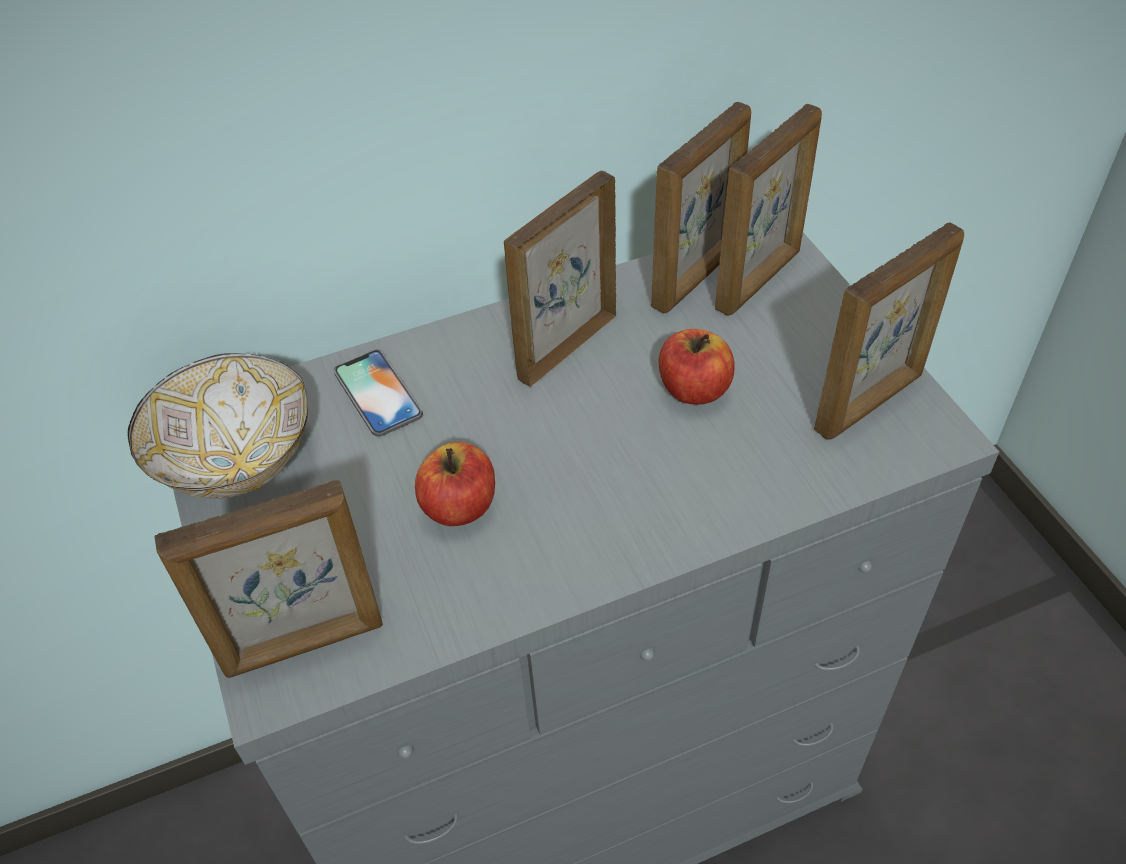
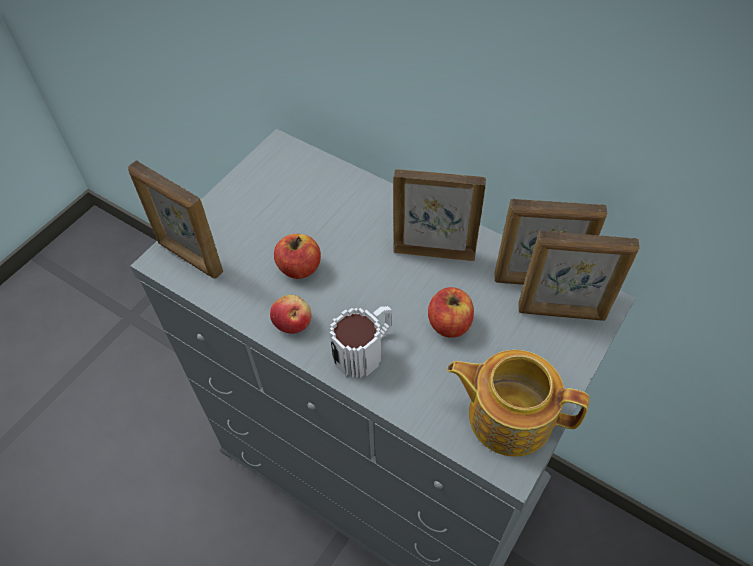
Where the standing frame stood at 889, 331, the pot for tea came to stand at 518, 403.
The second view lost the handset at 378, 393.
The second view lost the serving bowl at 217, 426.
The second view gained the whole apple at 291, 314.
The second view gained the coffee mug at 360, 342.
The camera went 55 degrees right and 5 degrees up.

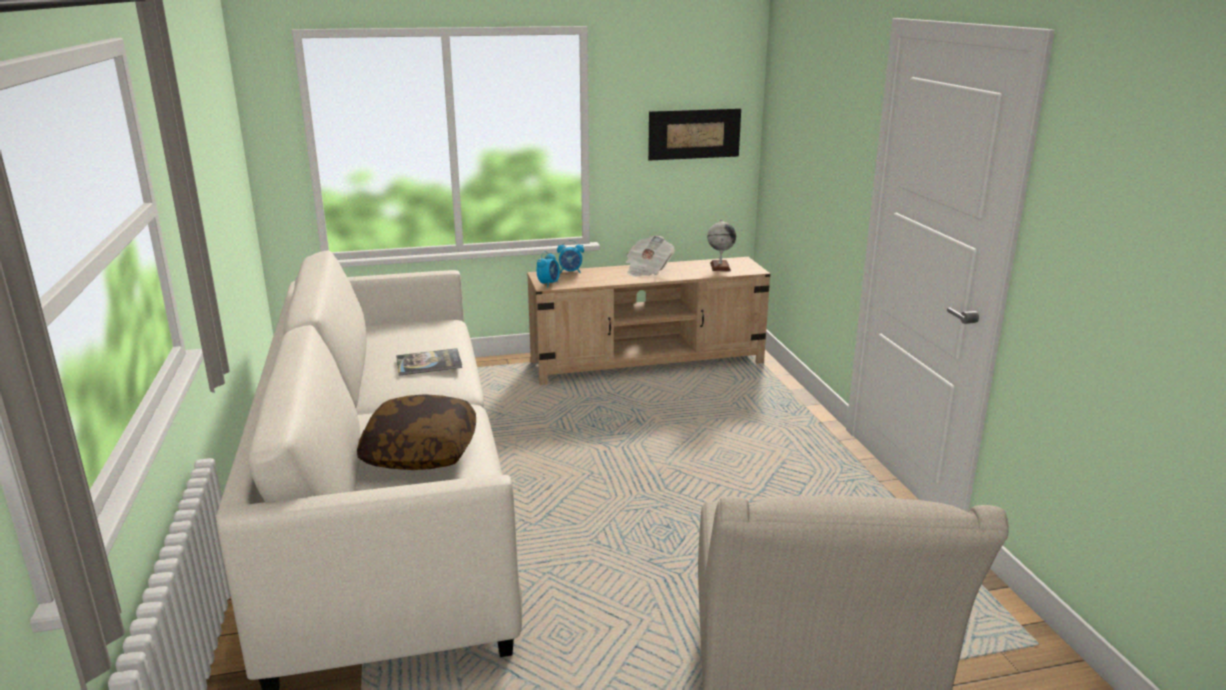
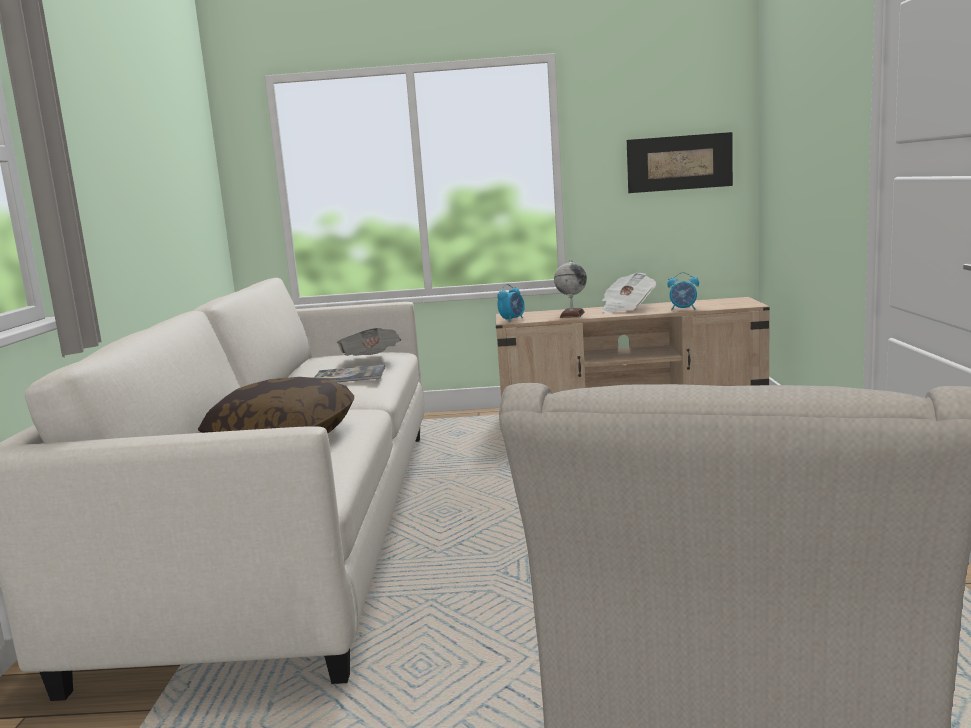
The globe ended up elsewhere, having gone from 721, 245 to 570, 289.
The table clock ended up elsewhere, having gone from 570, 257 to 683, 291.
The second view gained the newspaper at 369, 342.
The camera went 15 degrees right and 10 degrees down.

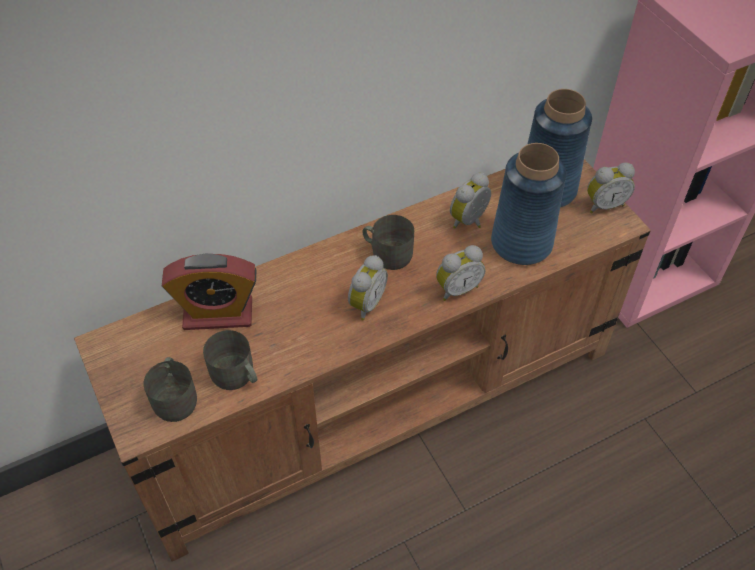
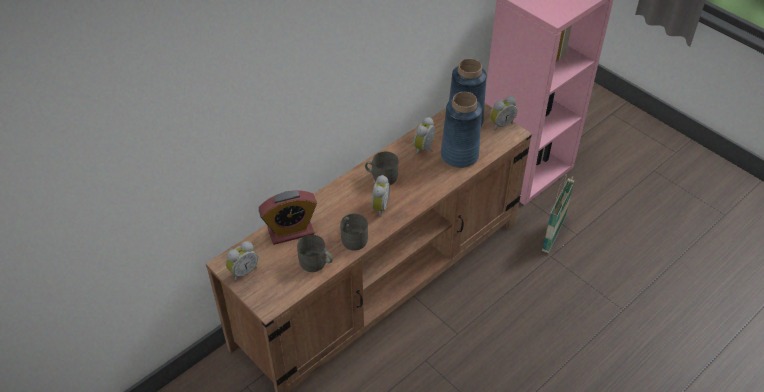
The table clock ended up elsewhere, having gone from 460, 273 to 242, 261.
The coffee mug (gray) ended up elsewhere, having gone from 170, 389 to 354, 232.
The second view gained the basket at 558, 213.
The camera went 15 degrees left and 5 degrees down.

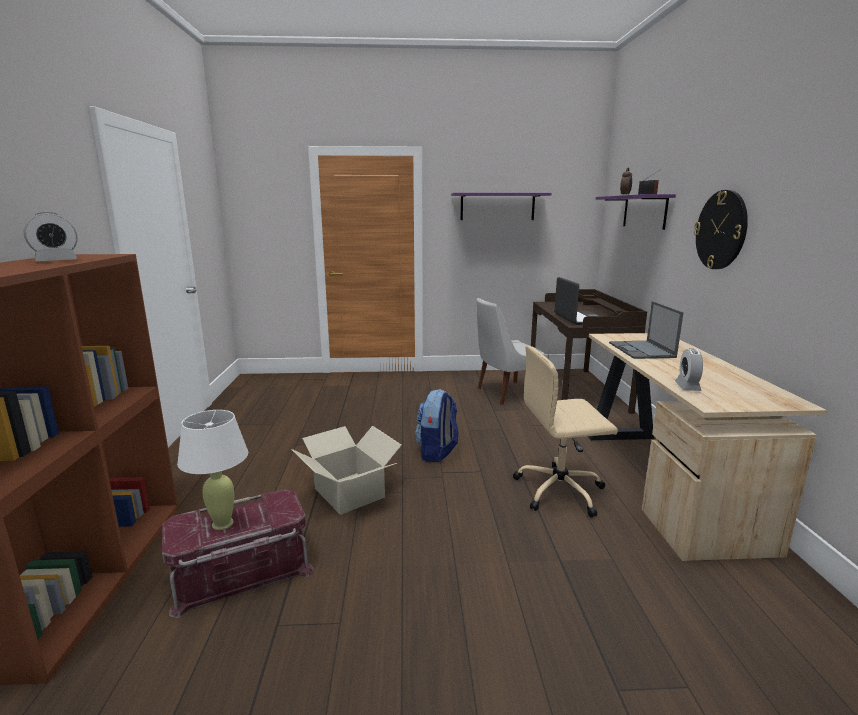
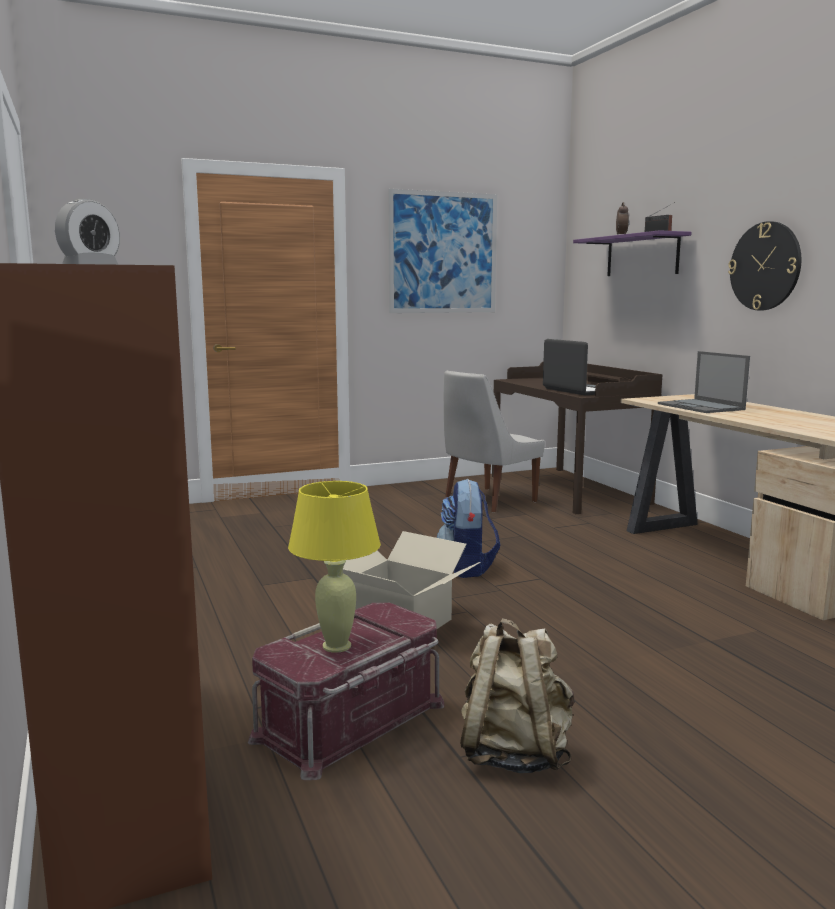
Where the bracket shelf (purple-coloured) hung at 501, 206, the wall art came to hang at 442, 251.
The second view lost the office chair (beige) at 565, 432.
The second view lost the table clock at 689, 369.
What was the tabletop lamp (whitish) at 212, 470 turned into the tabletop lamp (yellow) at 334, 567.
The second view gained the backpack (beige) at 517, 695.
The camera went 20 degrees left and 5 degrees down.

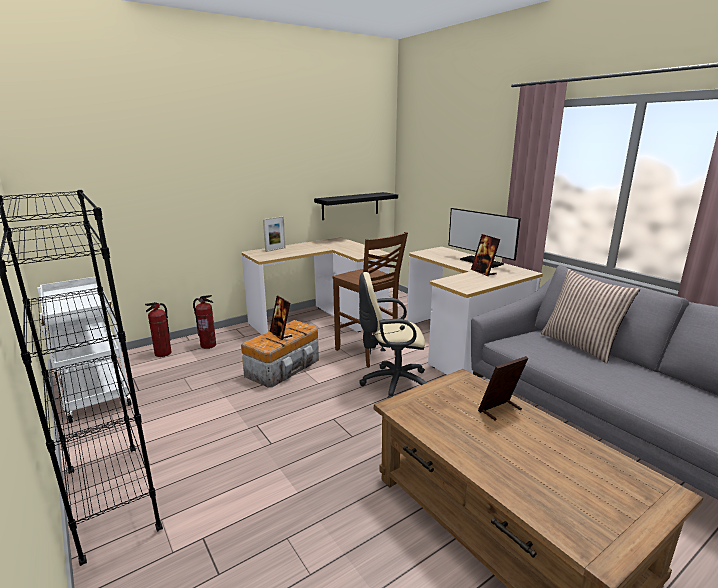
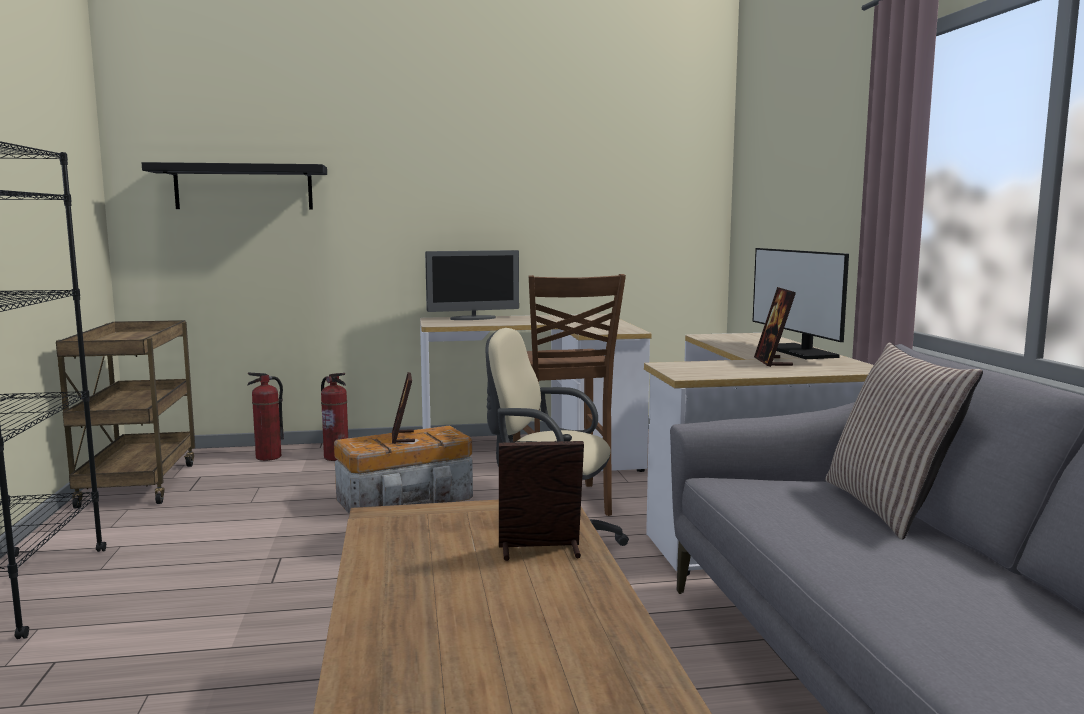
The bracket shelf (black) ended up elsewhere, having gone from 356, 206 to 234, 185.
Where the standing frame stood at 274, 234, the computer display came to stand at 472, 285.
What was the cart (whitish) at 84, 350 turned into the cart (brownish) at 125, 414.
The camera went 25 degrees right and 10 degrees down.

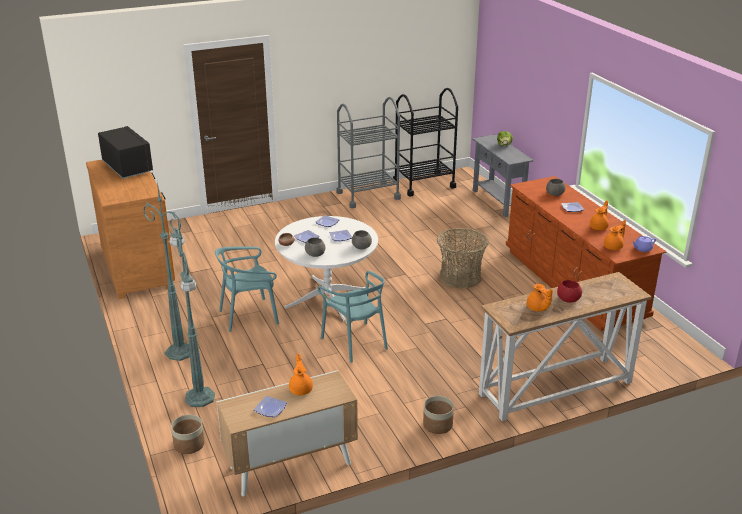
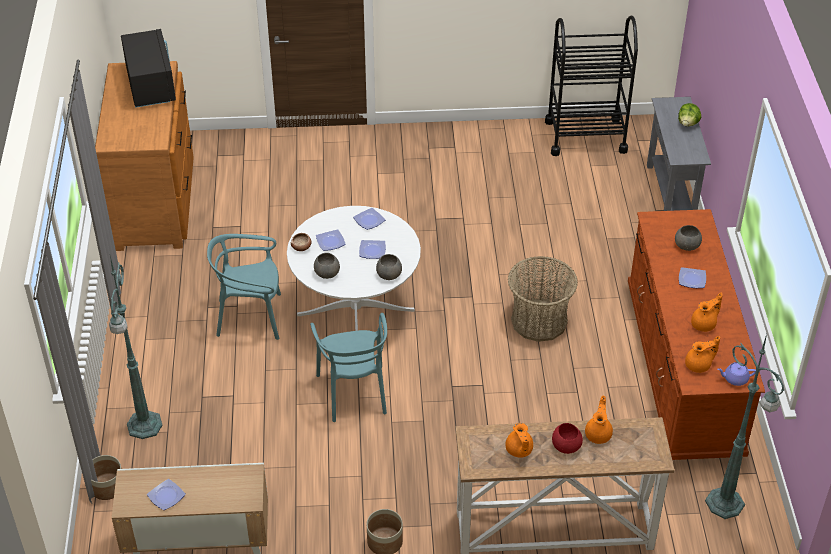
The second view lost the cart (gray) at 368, 152.
The standard lamp (green-coloured) ended up elsewhere, having gone from 166, 271 to 744, 426.
The pot for tea (orange) ended up elsewhere, having gone from 301, 374 to 599, 420.
The camera went 20 degrees right and 15 degrees up.

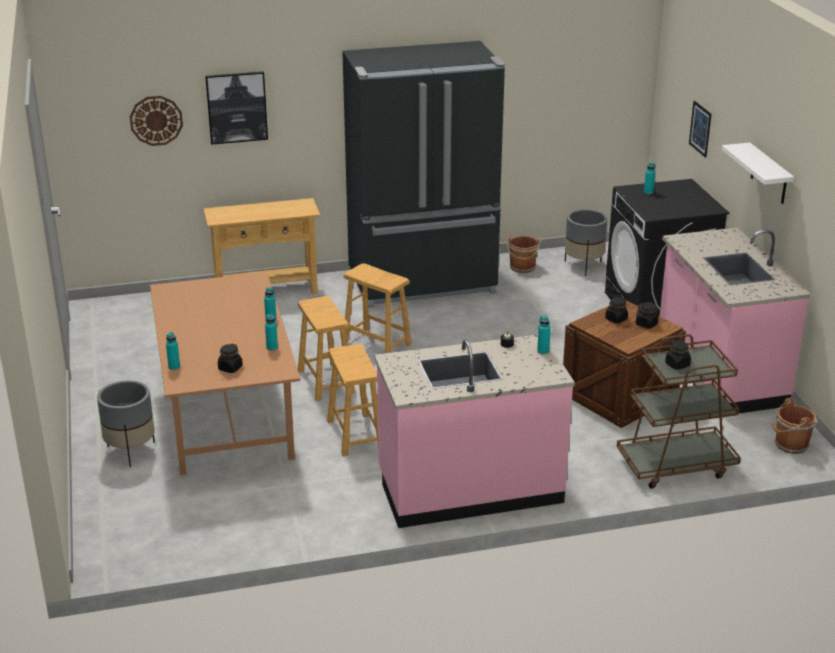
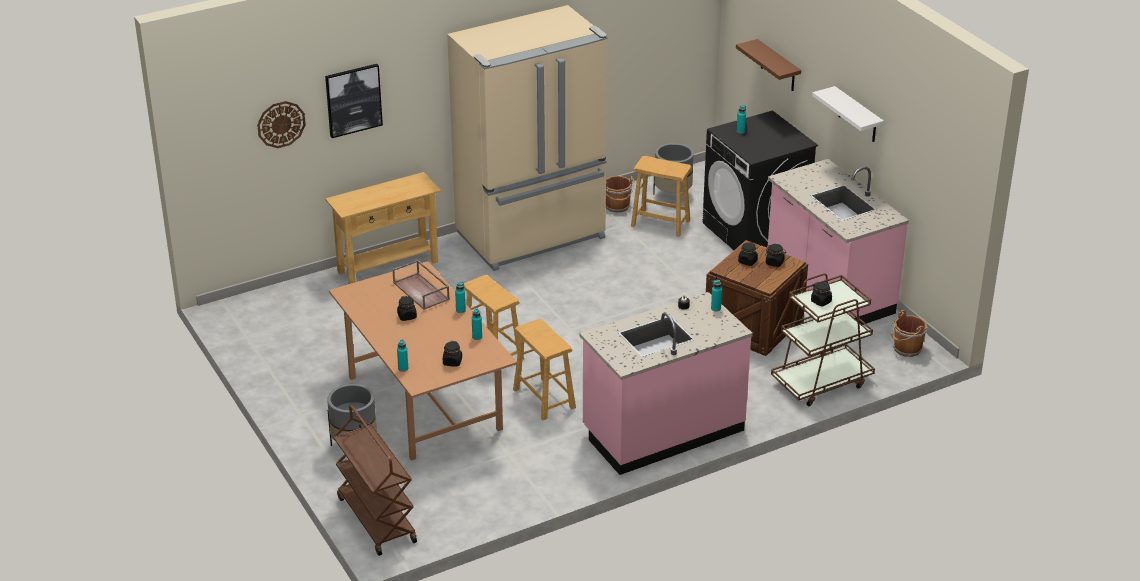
What was the fridge (black) at 423, 174 turned into the fridge (beige) at 527, 138.
Where the wall art hung at 700, 129, the bracket shelf (brownish) came to hang at 768, 65.
The sitting stool (brownish) ended up elsewhere, having gone from 377, 308 to 661, 196.
The second view gained the carrying tray (brownish) at 421, 285.
The second view gained the storage jar (black) at 407, 308.
The second view gained the cart (brownish) at 375, 480.
The camera went 15 degrees left and 5 degrees up.

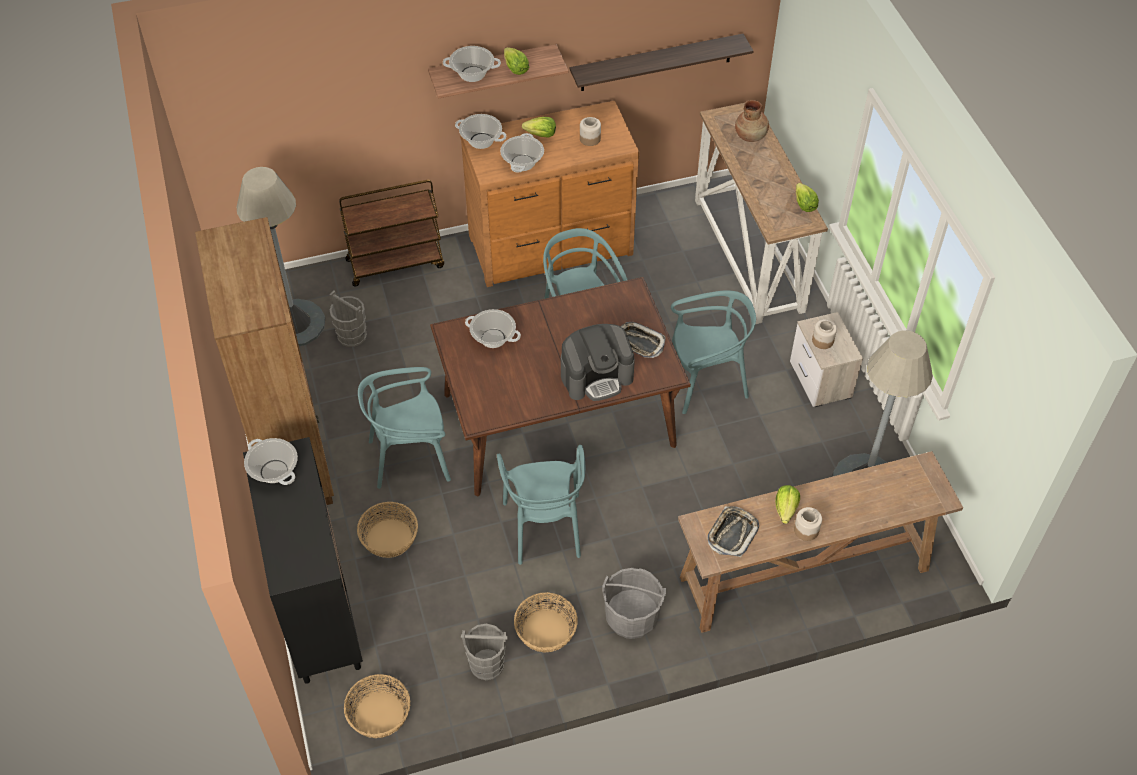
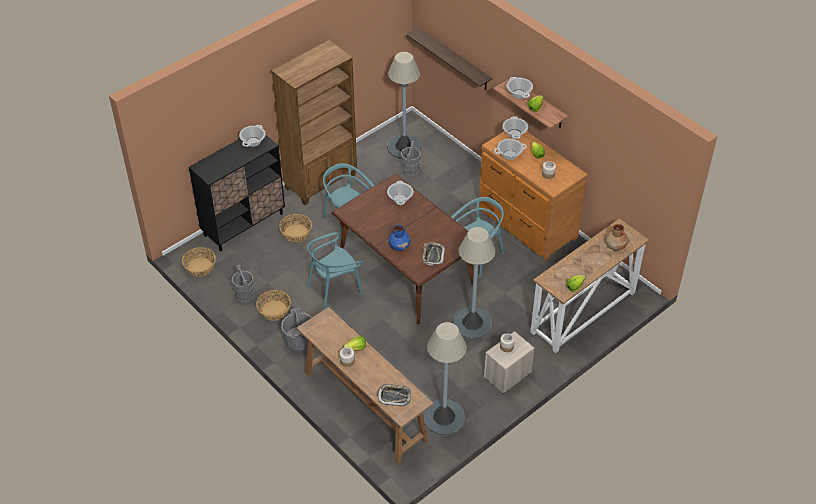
The bracket shelf ended up elsewhere, having gone from 662, 62 to 449, 59.
The second view lost the cart (brownish) at 391, 233.
Where the plain chair (turquoise) stood at 713, 352, the standard lamp (gray) came to stand at 474, 283.
Where the coffee maker stood at 598, 362, the decorative vase (bluish) came to stand at 400, 238.
The carrying tray ended up elsewhere, having gone from 733, 531 to 394, 395.
The camera went 65 degrees right and 5 degrees down.

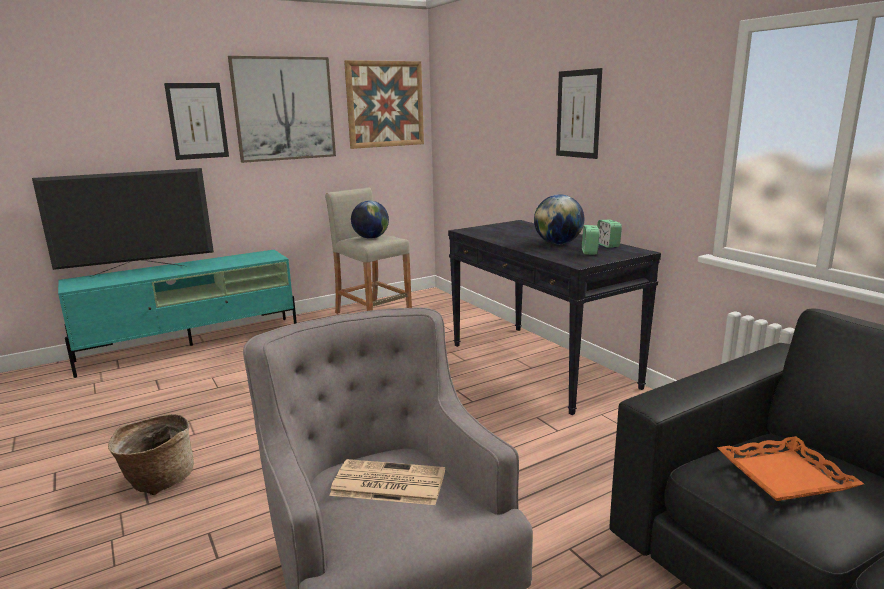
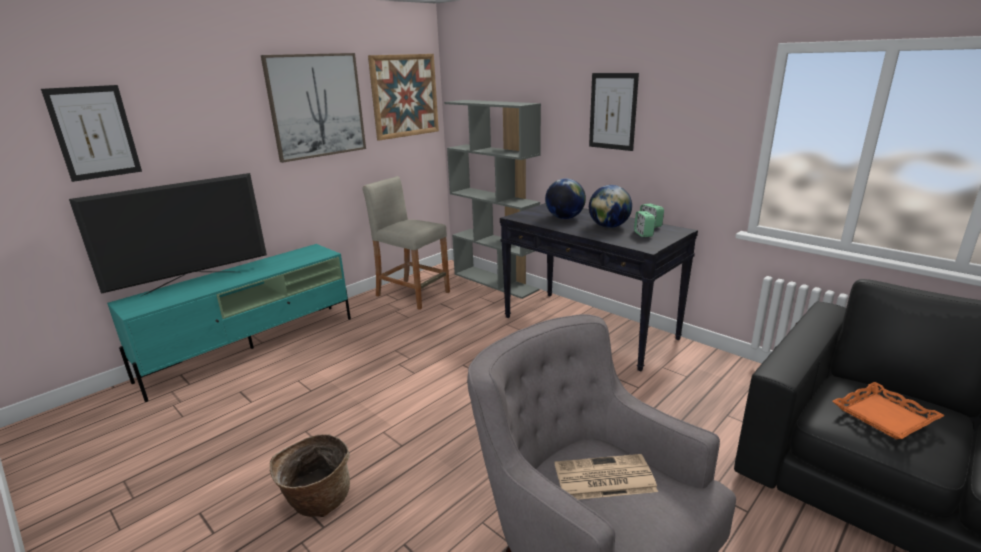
The wall art ended up elsewhere, having gone from 196, 121 to 91, 133.
The globe ended up elsewhere, having gone from 370, 220 to 565, 198.
The second view gained the bookcase (gray) at 492, 199.
The camera went 15 degrees left and 5 degrees up.

